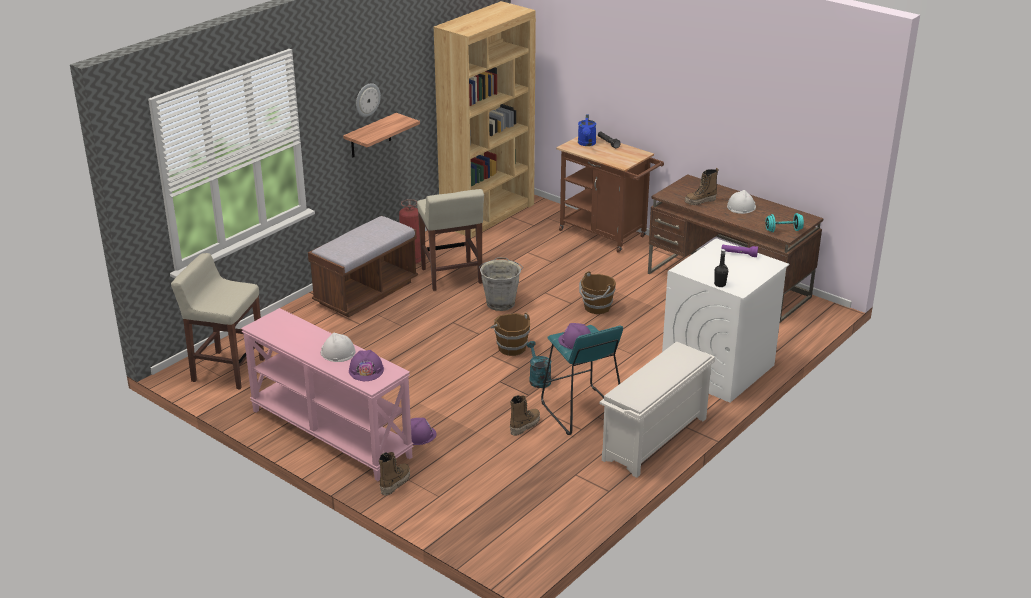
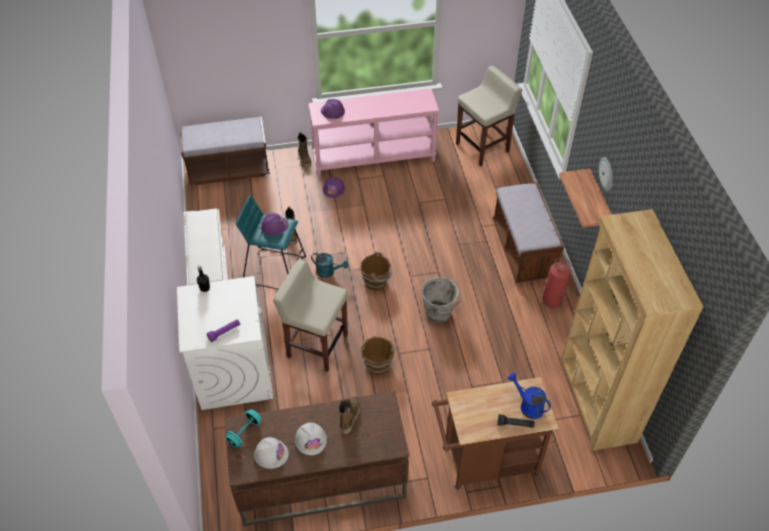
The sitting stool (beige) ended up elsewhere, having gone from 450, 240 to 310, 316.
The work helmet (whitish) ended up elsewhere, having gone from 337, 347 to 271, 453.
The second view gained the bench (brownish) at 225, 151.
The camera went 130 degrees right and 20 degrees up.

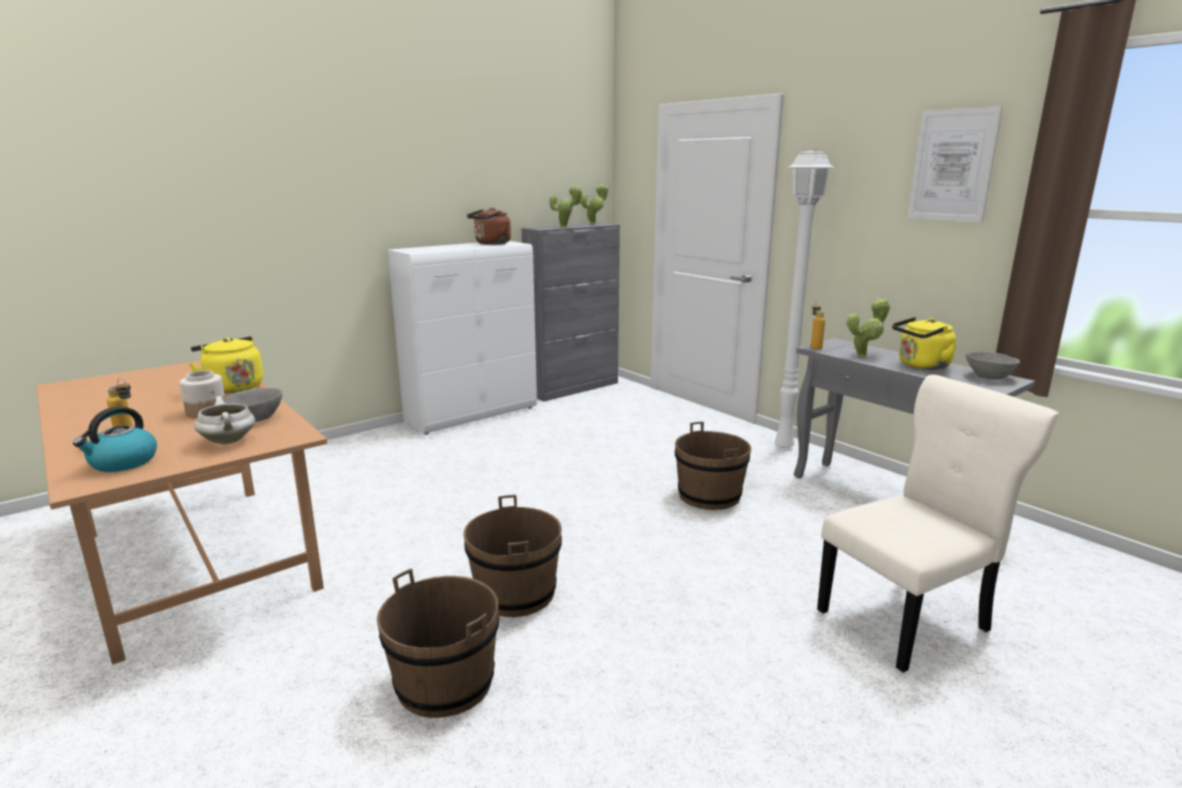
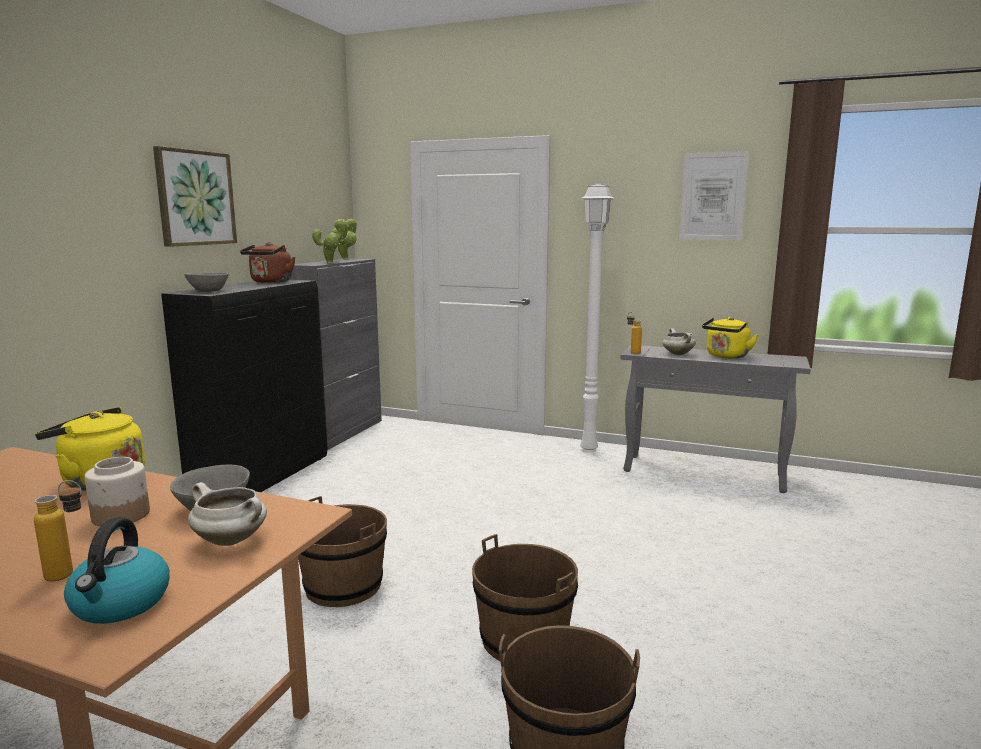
What was the cabinet (whitish) at 462, 338 turned into the cabinet (black) at 244, 385.
Where the houseplant stood at 868, 327, the stockpot (whitish) came to stand at 679, 341.
The serving bowl (gray) ended up elsewhere, having gone from 993, 365 to 206, 282.
The second view lost the plain chair (beige) at 938, 524.
The water bucket (brownish) ended up elsewhere, having gone from 713, 466 to 342, 551.
The second view gained the wall art at 195, 196.
The camera went 30 degrees left and 5 degrees down.

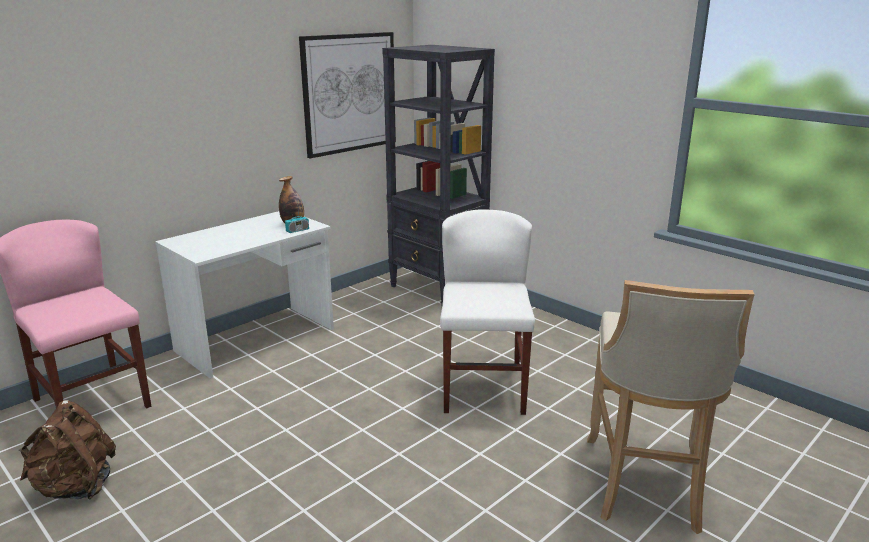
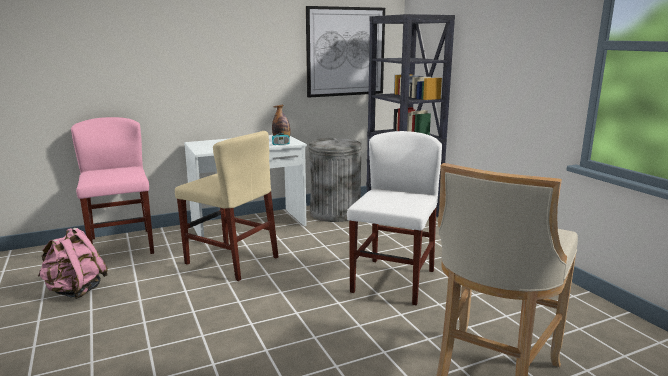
What was the backpack (brownish) at 67, 450 turned into the backpack (pink-coloured) at 73, 263.
The second view gained the plain chair (beige) at 226, 206.
The second view gained the trash can (gray) at 335, 180.
The camera went 20 degrees right and 5 degrees down.

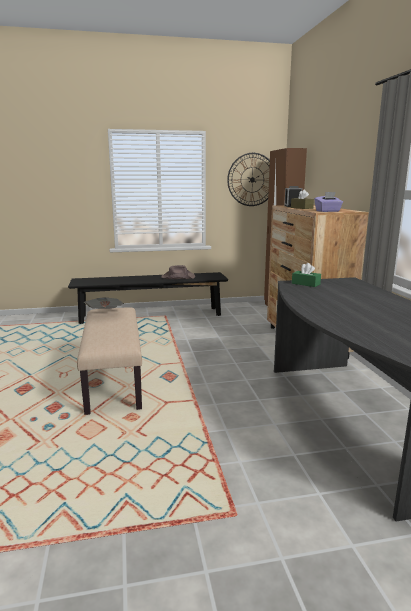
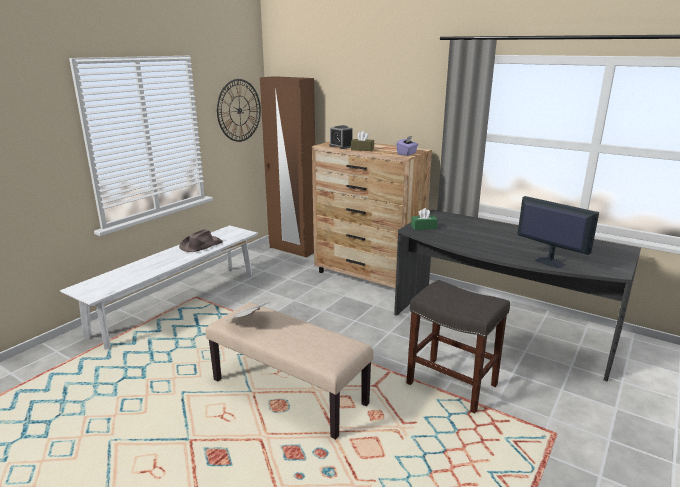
What was the bench (black) at 148, 298 turned into the bench (whitish) at 159, 287.
The second view gained the computer display at 558, 232.
The second view gained the sitting stool (gray) at 458, 346.
The camera went 45 degrees left and 5 degrees up.

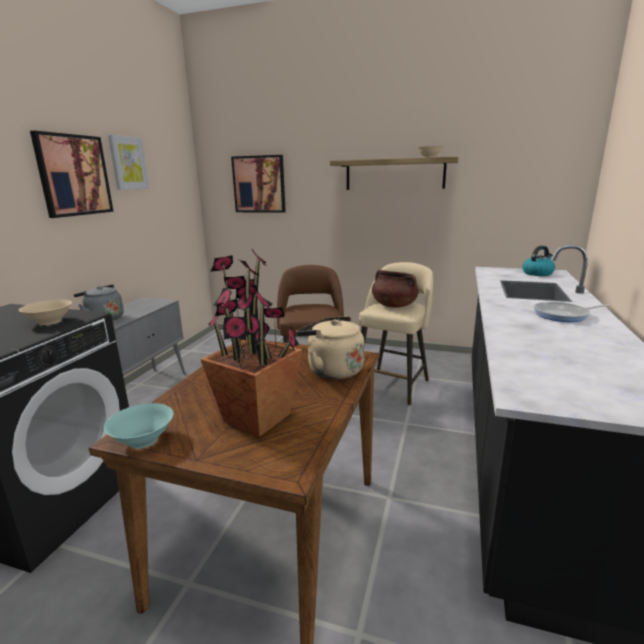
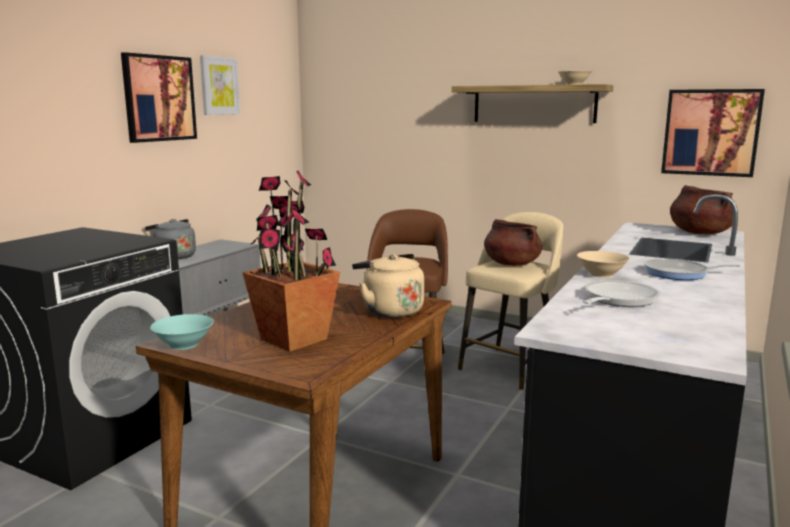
The wall art ended up elsewhere, having gone from 258, 184 to 713, 133.
Where the kettle stood at 538, 261, the stockpot (brownish) came to stand at 701, 209.
The serving bowl (beige) ended up elsewhere, having gone from 45, 312 to 603, 264.
The second view gained the frying pan at 621, 293.
The camera went 10 degrees right and 5 degrees down.

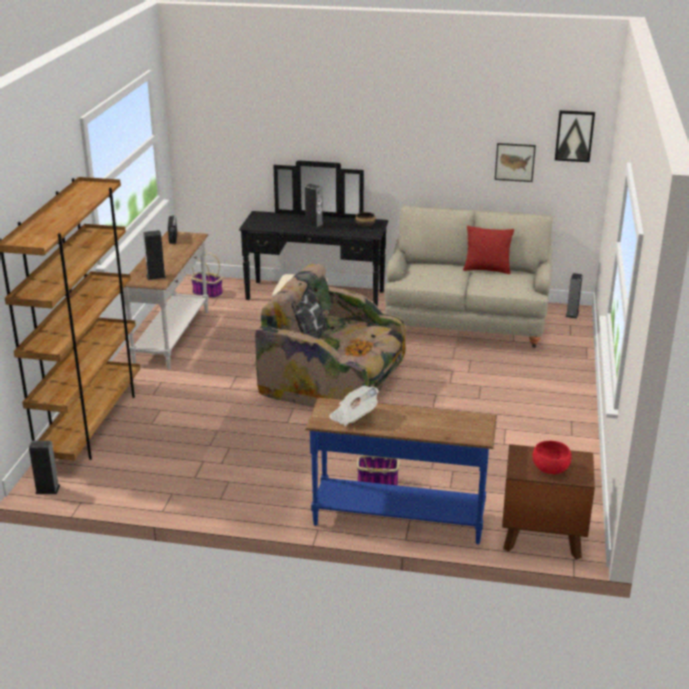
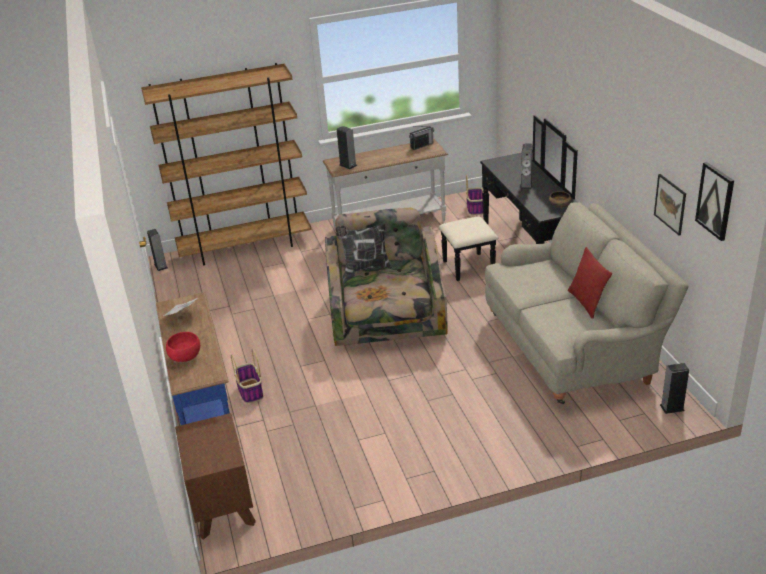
The serving bowl (red-coloured) ended up elsewhere, having gone from 552, 457 to 183, 347.
The camera went 65 degrees right and 5 degrees up.

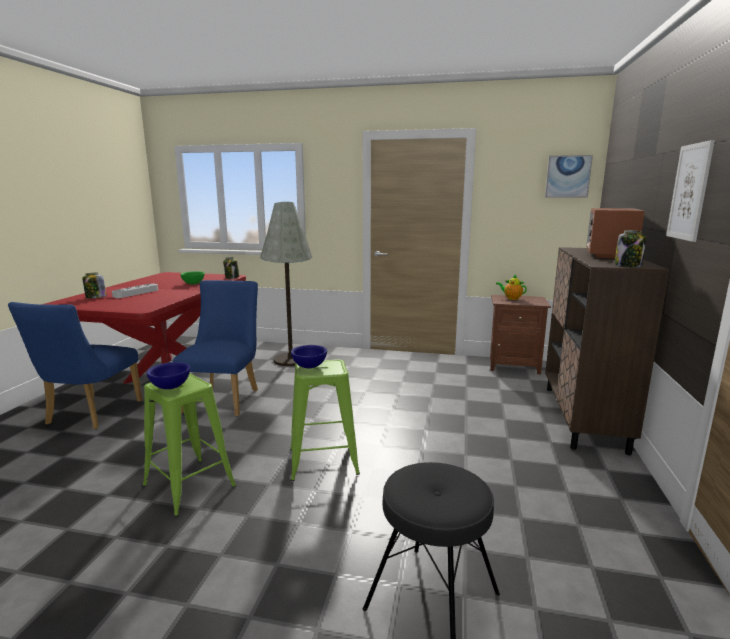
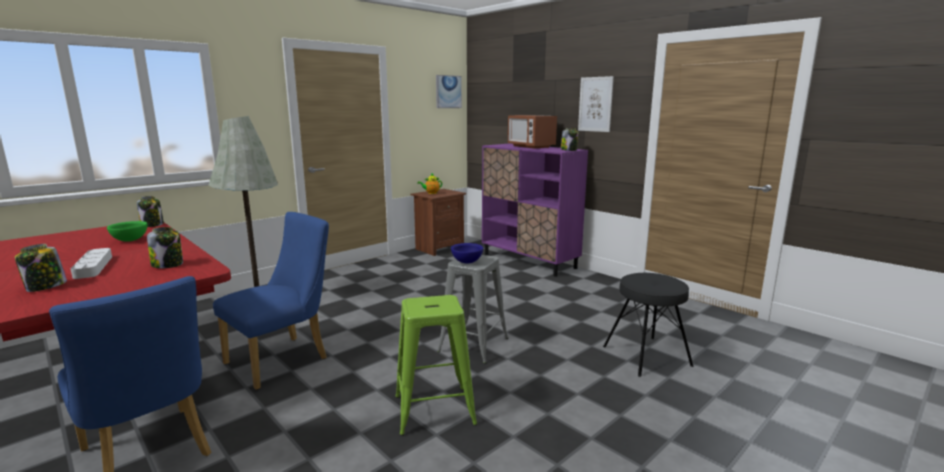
What was the cabinet (brownish) at 607, 351 turned into the cabinet (purple-coloured) at 535, 210.
The plain chair (bluish) at 215, 348 ended up facing another way, 90 degrees clockwise from before.
What was the sitting stool (green-coloured) at 325, 420 turned into the sitting stool (gray) at 472, 309.
The second view lost the serving bowl (bluish) at 168, 375.
The second view gained the storage jar at 165, 247.
The camera went 55 degrees left and 0 degrees up.

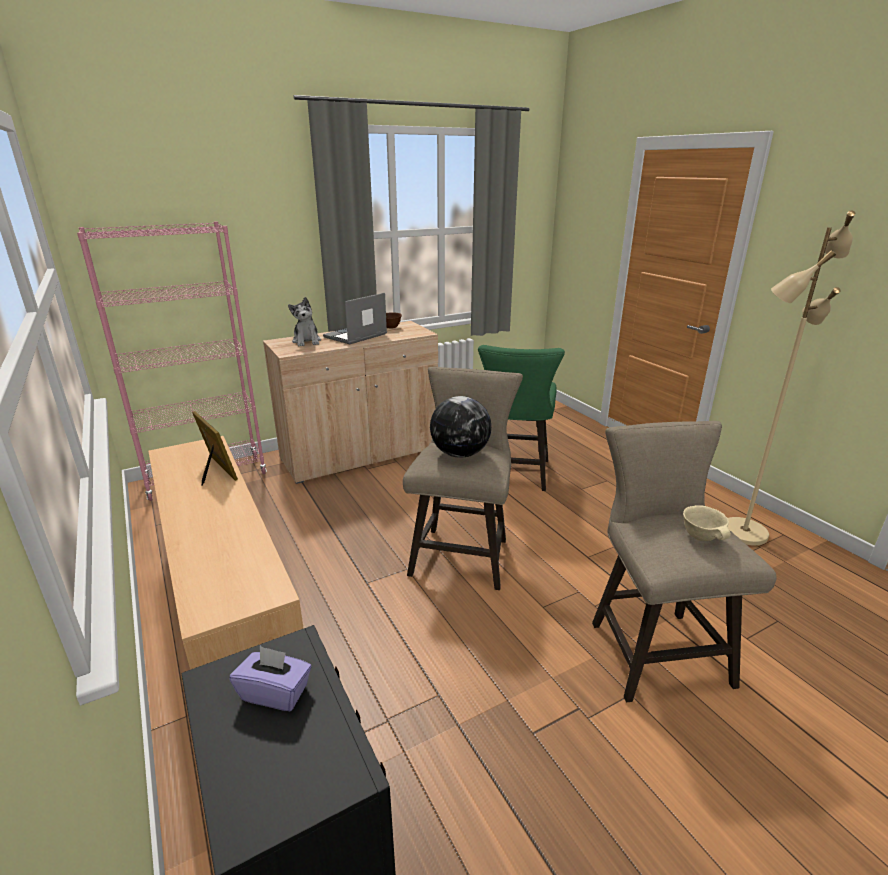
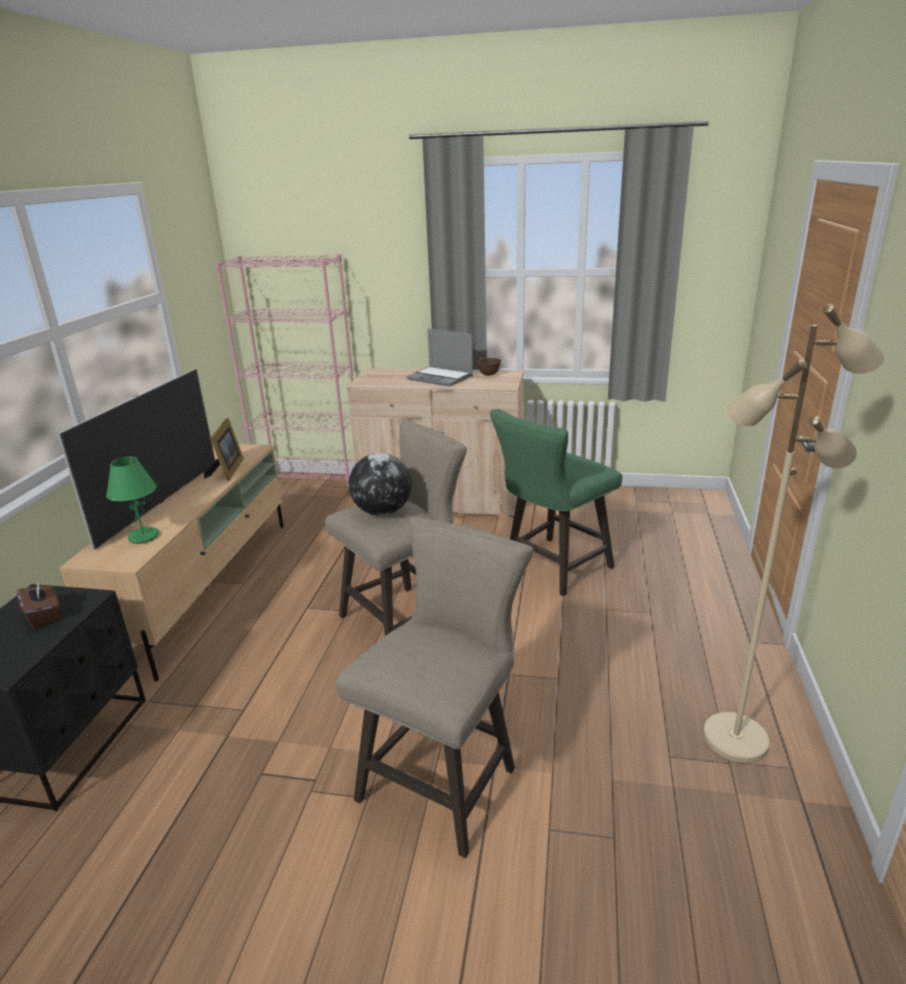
The laptop at 355, 319 ended up facing another way, 135 degrees counterclockwise from before.
The second view lost the plush toy at 304, 321.
The second view lost the serving bowl (beige) at 707, 523.
What was the tissue holder (purple-coloured) at 270, 678 turned into the tissue holder (brownish) at 38, 605.
The second view gained the TV set at 136, 459.
The second view gained the tabletop lamp (green-coloured) at 132, 500.
The camera went 40 degrees right and 0 degrees up.

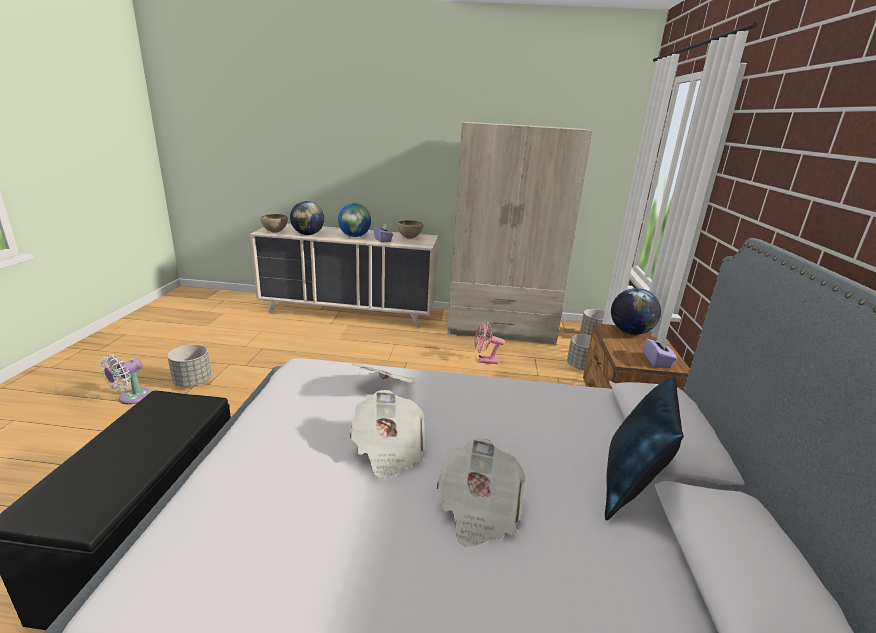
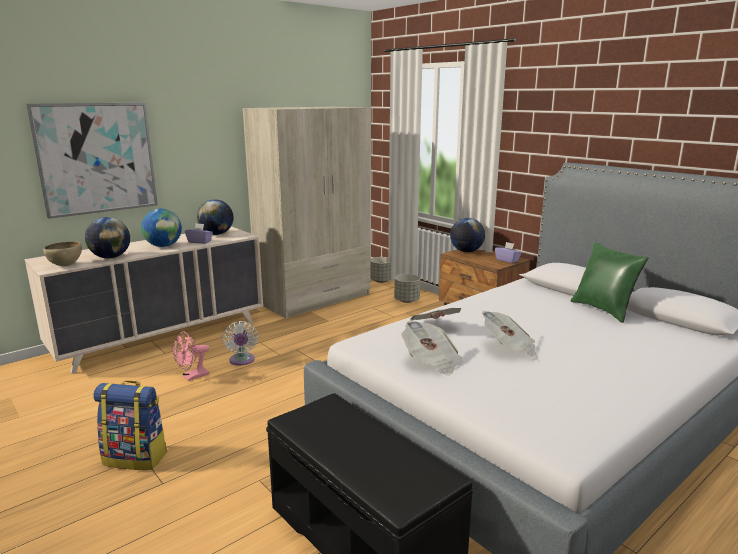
Where the serving bowl (brownish) stood at 410, 229, the globe came to stand at 215, 217.
The cooling fan (pink-coloured) ended up elsewhere, having gone from 489, 342 to 191, 356.
Where the flower pot (gray) stood at 189, 366, the backpack came to stand at 130, 425.
The cooling fan (whitish) ended up elsewhere, having gone from 125, 379 to 240, 343.
What was the pillow (bluish) at 644, 448 turned into the pillow (green-coloured) at 609, 282.
The newspaper ended up elsewhere, having gone from 481, 492 to 431, 348.
The second view gained the wall art at 92, 161.
The camera went 45 degrees left and 5 degrees down.

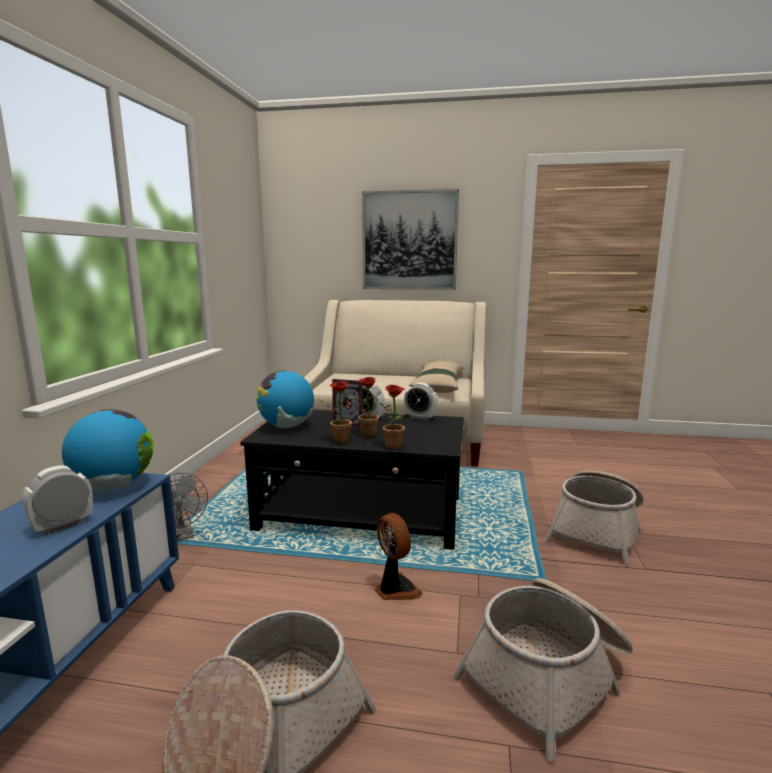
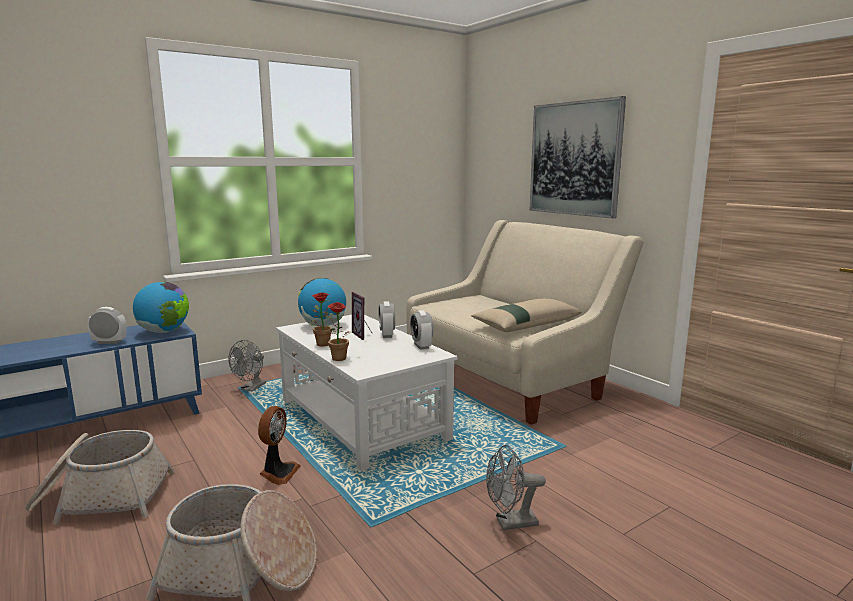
The second view lost the houseplant at 365, 407.
What was the coffee table (black) at 352, 480 turned into the coffee table (whitish) at 366, 393.
Where the basket stood at 594, 517, the cooling fan (gray) came to stand at 516, 487.
The camera went 45 degrees right and 0 degrees up.

